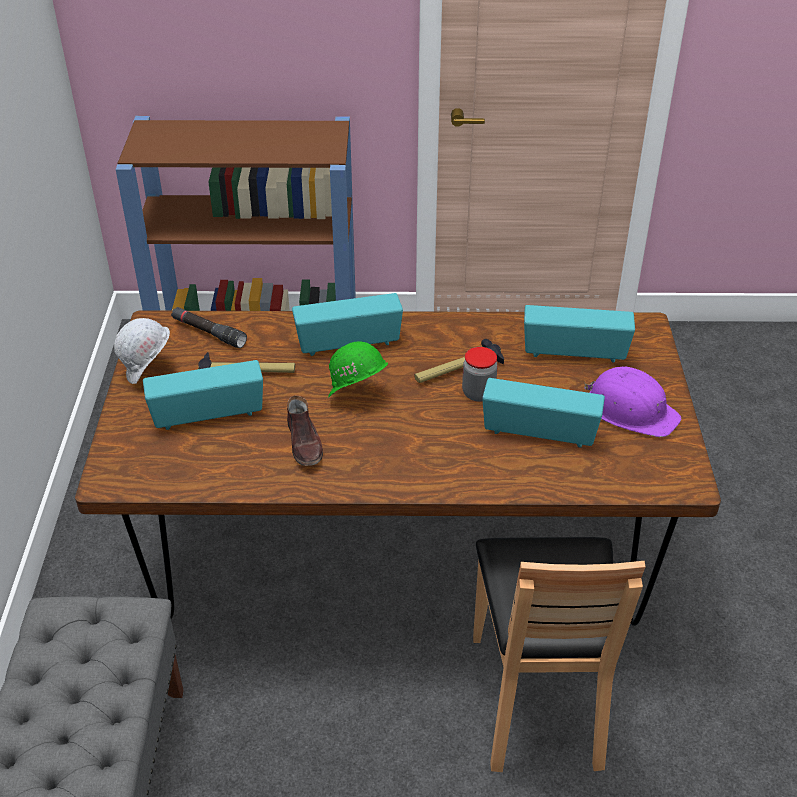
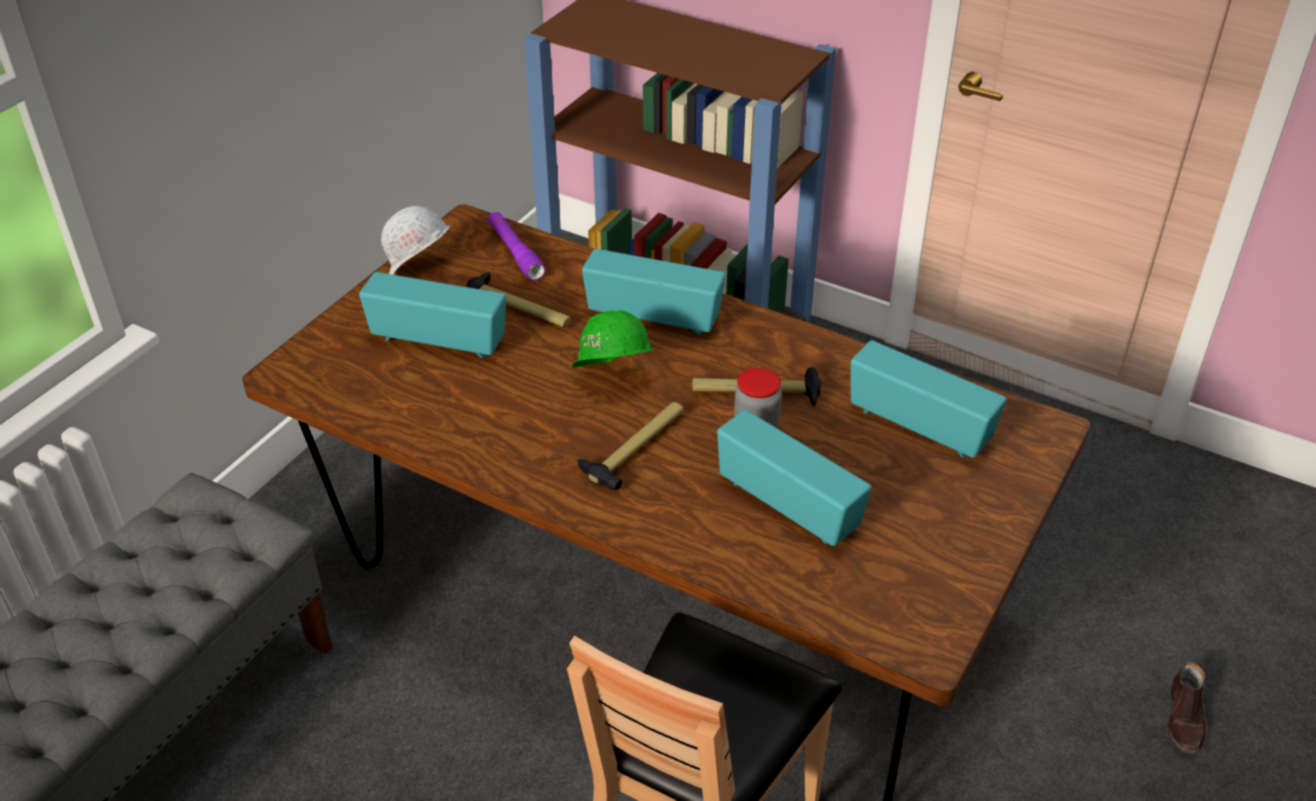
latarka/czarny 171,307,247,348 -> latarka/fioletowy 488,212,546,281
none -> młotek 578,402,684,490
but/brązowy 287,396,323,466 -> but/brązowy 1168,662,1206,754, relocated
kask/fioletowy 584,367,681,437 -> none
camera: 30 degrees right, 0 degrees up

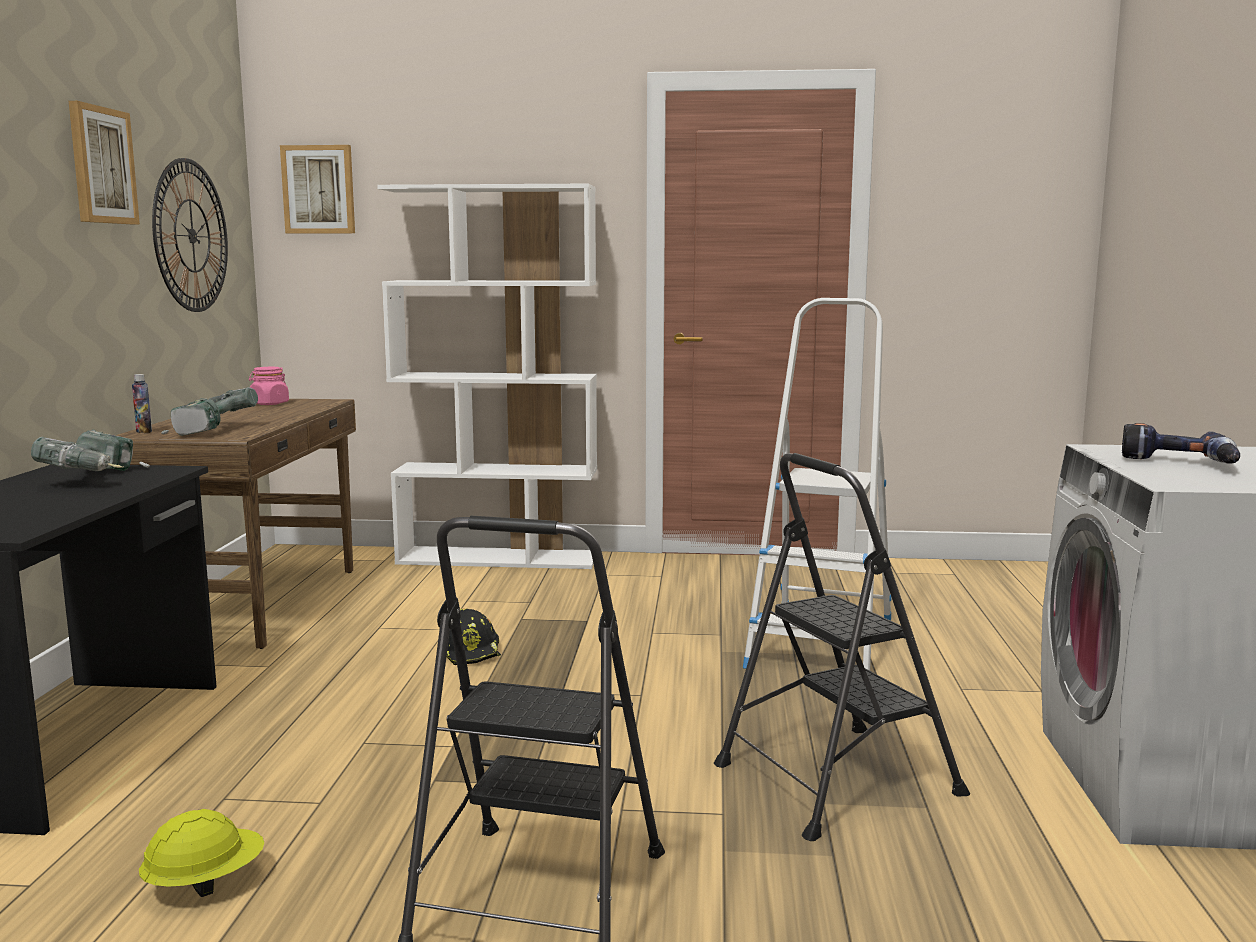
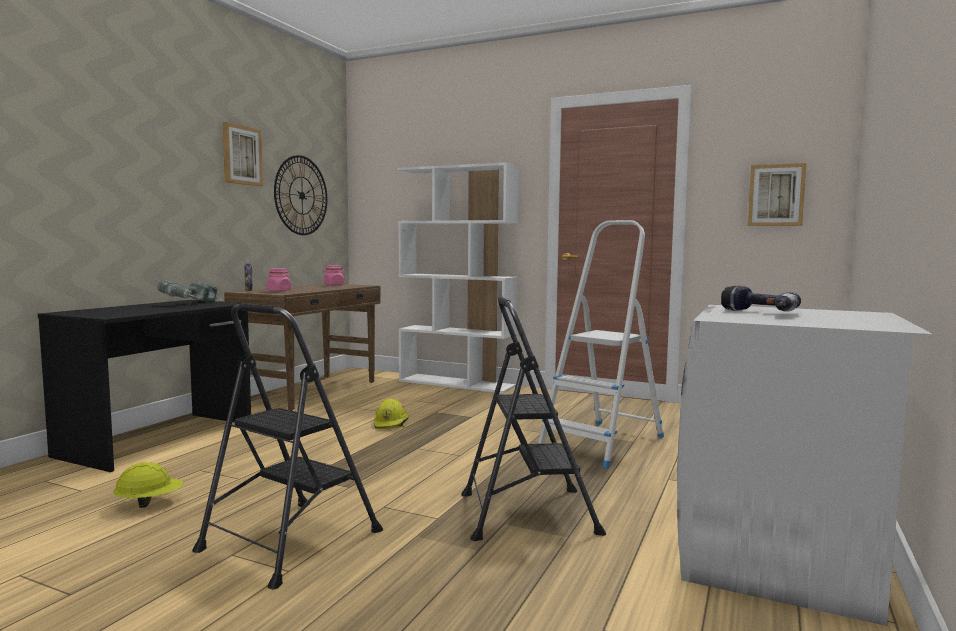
wiertarka 161,387,258,436 -> słoik/różowy 266,268,291,292
kask/czarny 446,608,501,665 -> kask/żółty 374,398,408,429
obraz 280,145,355,233 -> obraz 748,163,806,226, relocated
camera: 20 degrees right, 5 degrees down

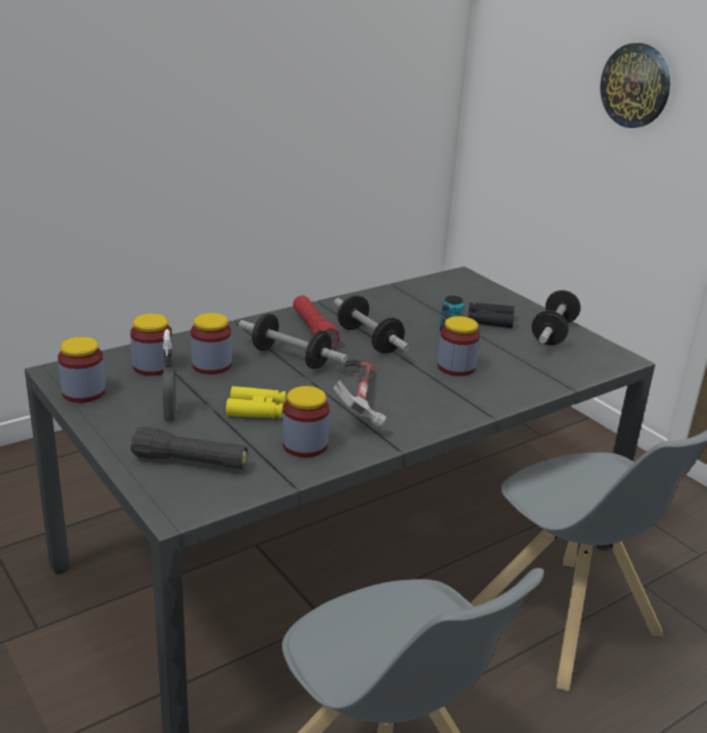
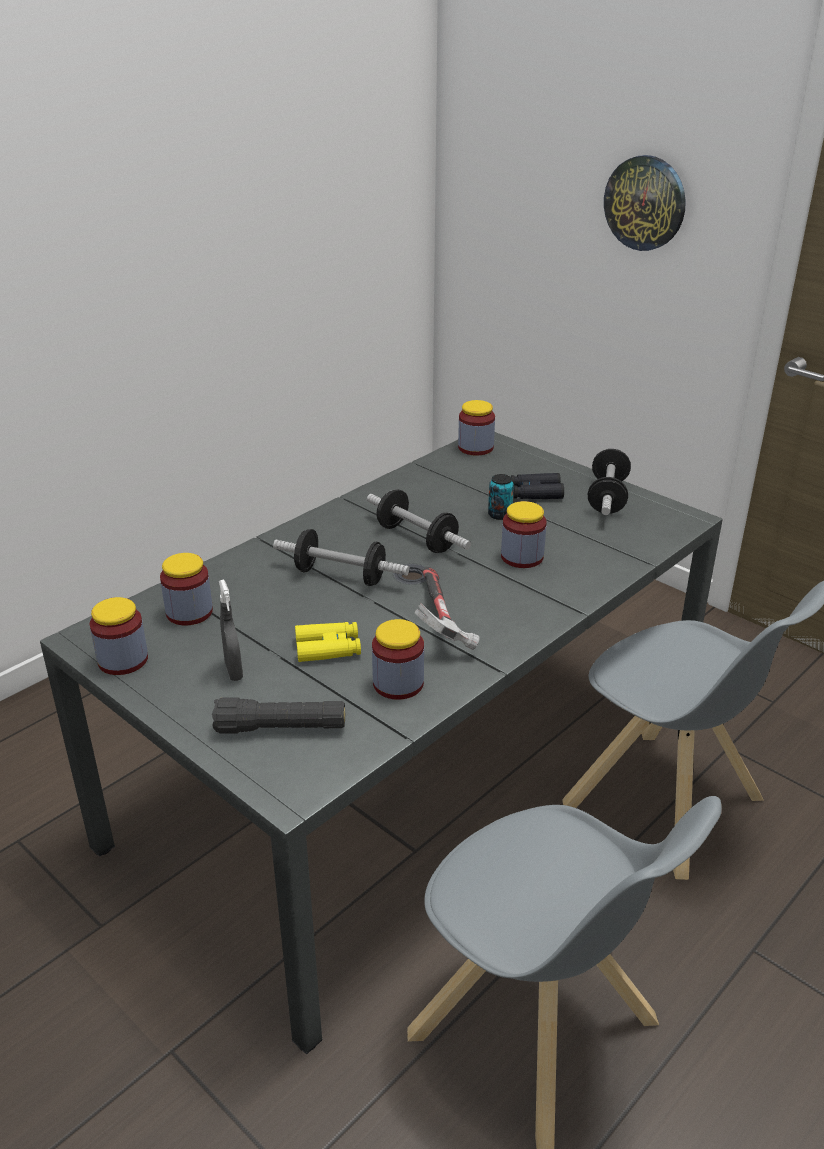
słoik 191,313,232,374 -> słoik 458,400,495,456, relocated
latarka/czerwony 293,295,340,348 -> none
camera: 10 degrees left, 5 degrees up

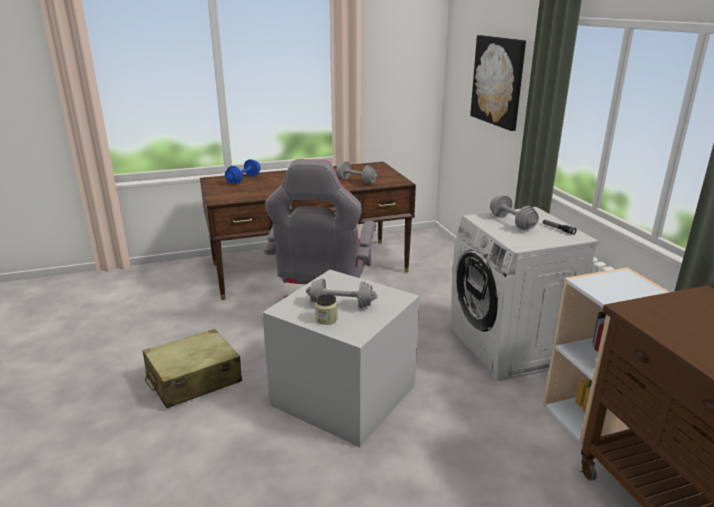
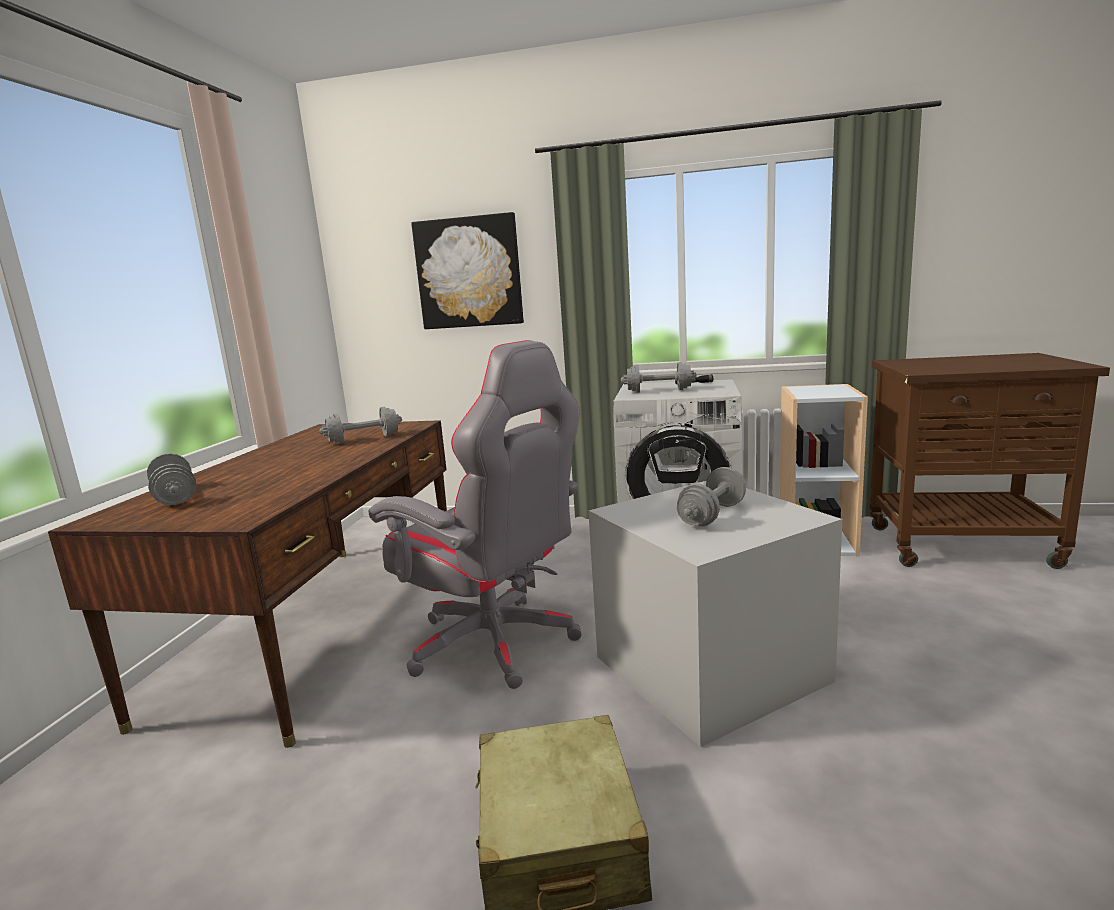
hantel/niebieski 225,159,261,184 -> hantel/szary 147,453,196,505
słoik 315,294,338,325 -> none
camera: 60 degrees left, 10 degrees down

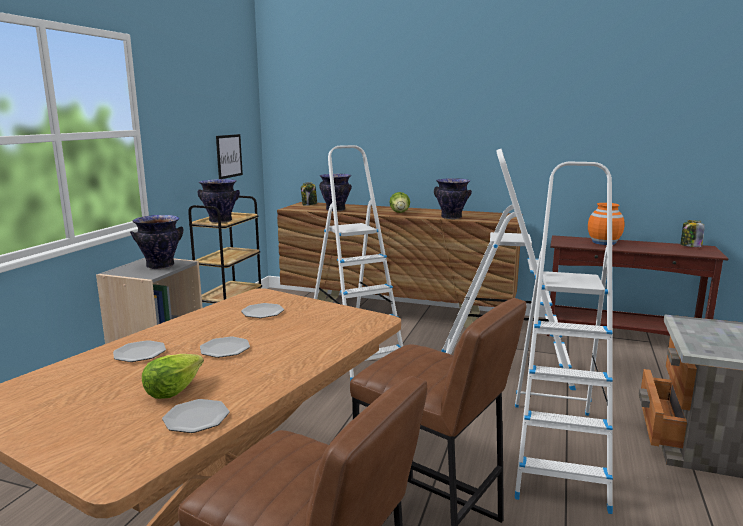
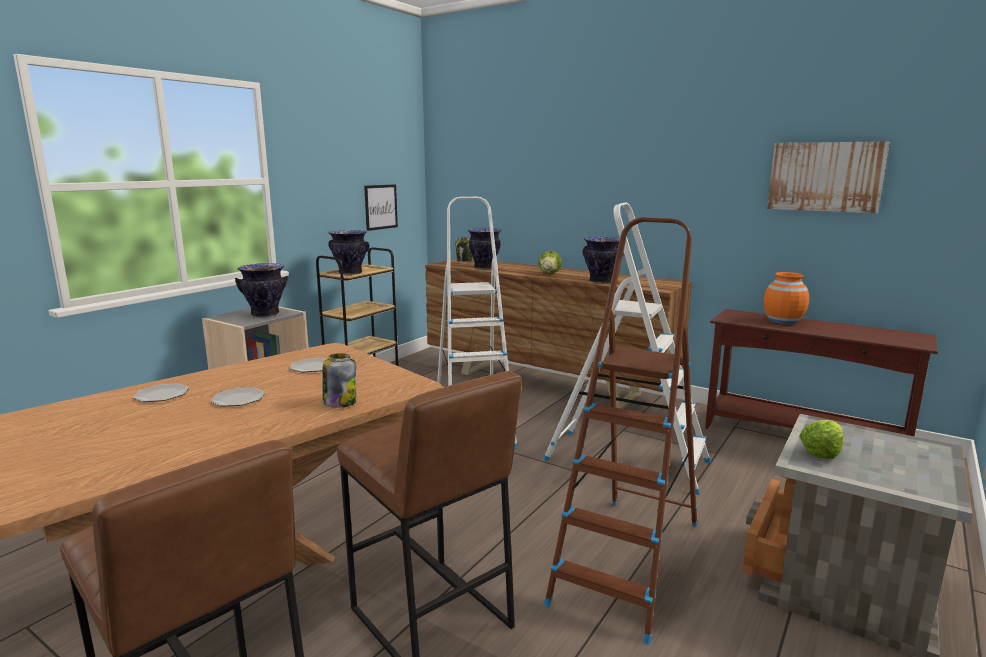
słoik 680,220,705,247 -> słoik 322,353,356,408, relocated
drabinka/biały 515,162,613,514 -> drabinka/brązowy 544,217,697,644
none -> obraz 767,141,889,213
sałata 142,354,204,399 -> sałata 799,420,844,459, relocated
talerz 162,399,229,433 -> none
camera: 15 degrees right, 0 degrees up

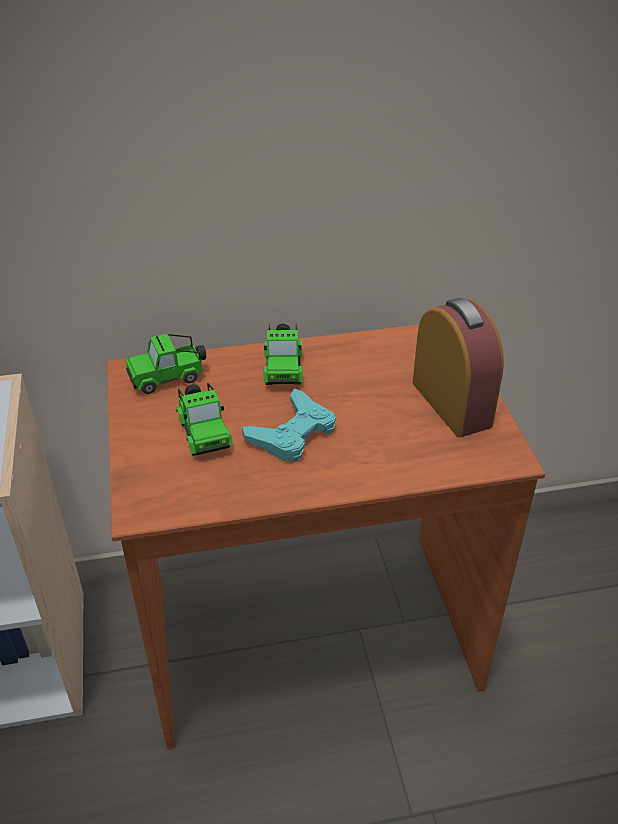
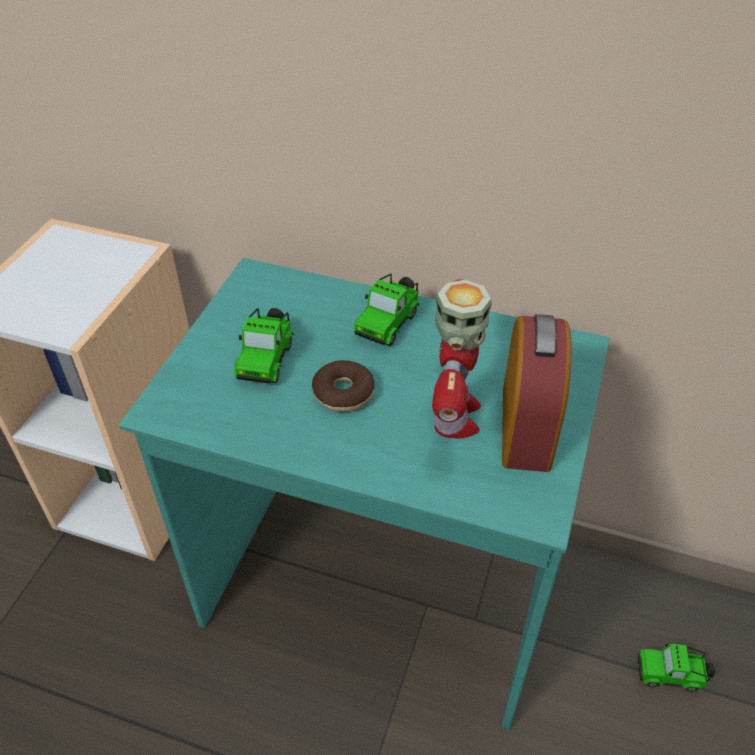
biurko/brązowy 107,325,545,749 -> biurko/turkusowy 118,258,610,730
pad do gier/turkusowy 242,388,336,462 -> donut 312,360,375,412
none -> robot zabawkowy 432,279,492,439
samochodzik 126,334,206,394 -> samochodzik 638,643,715,692, relocated
camera: 30 degrees right, 5 degrees up

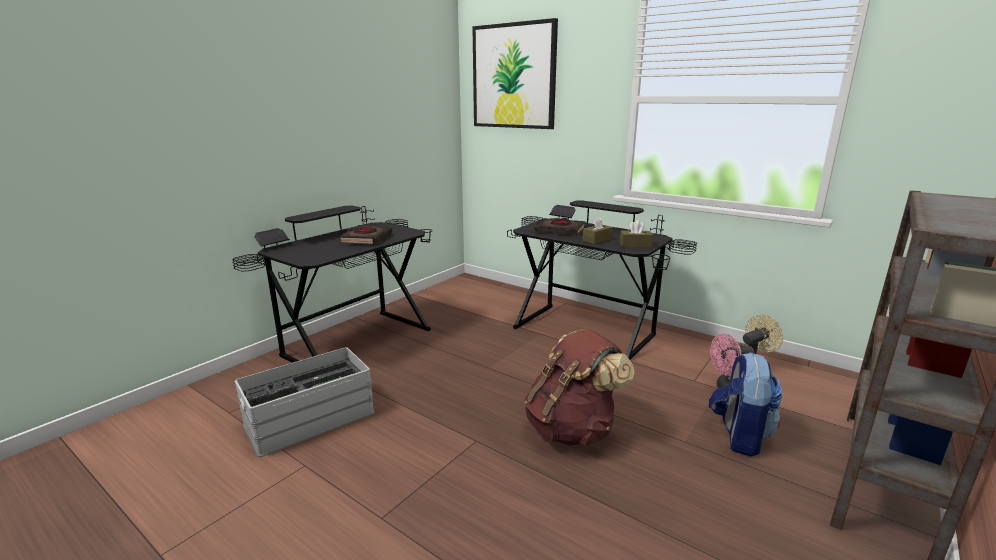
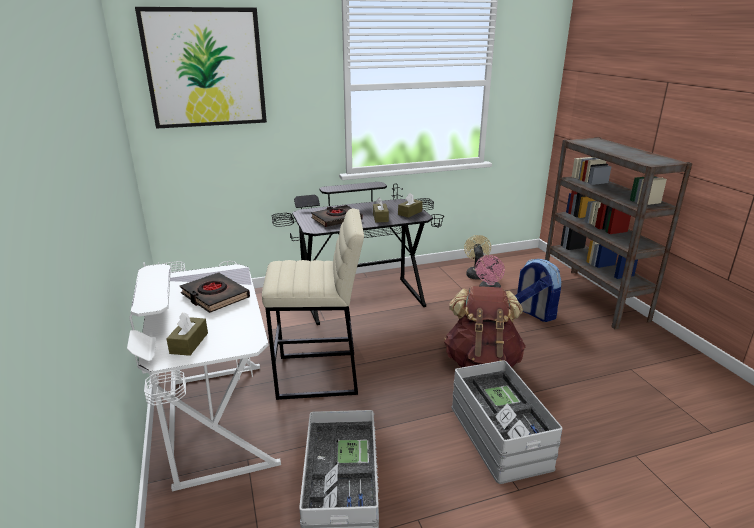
biurko/czarny 232,206,432,363 -> biurko/biały 127,261,281,491
none -> pudełko chusteczek/brązowy 166,312,208,356
none -> stołek/beżowy 262,208,364,400
none -> pojemnik do przechowywania/szary 451,360,563,484
camera: 55 degrees left, 5 degrees up

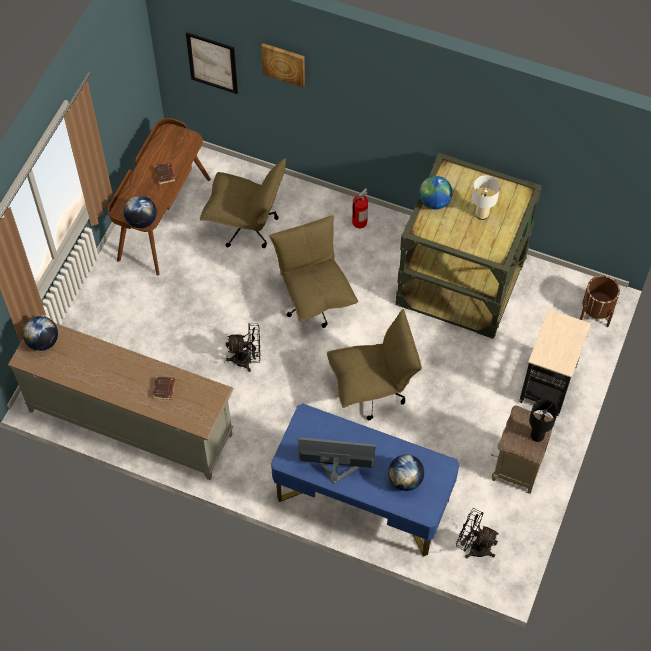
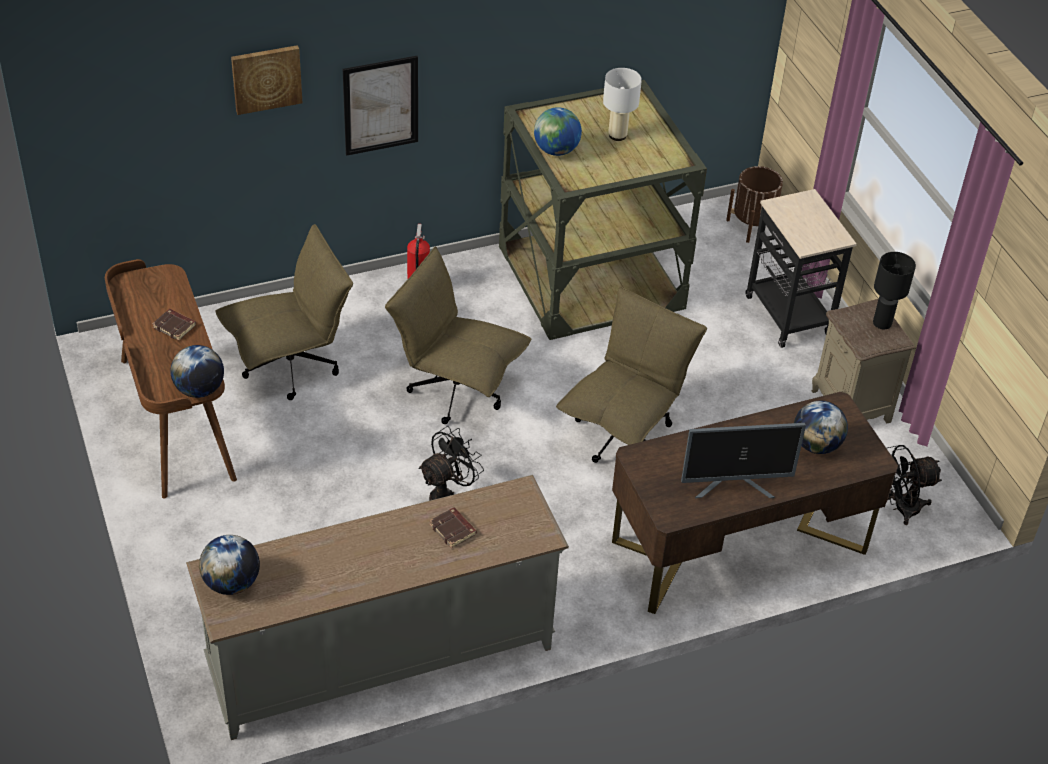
obraz 186,32,238,94 -> obraz 343,56,418,156, relocated
biurko/niebieski 271,404,459,557 -> biurko/brązowy 612,392,898,614
monitor 298,437,376,484 -> monitor 681,423,806,499, 150 degrees counterclockwise
camera: 45 degrees left, 15 degrees down

